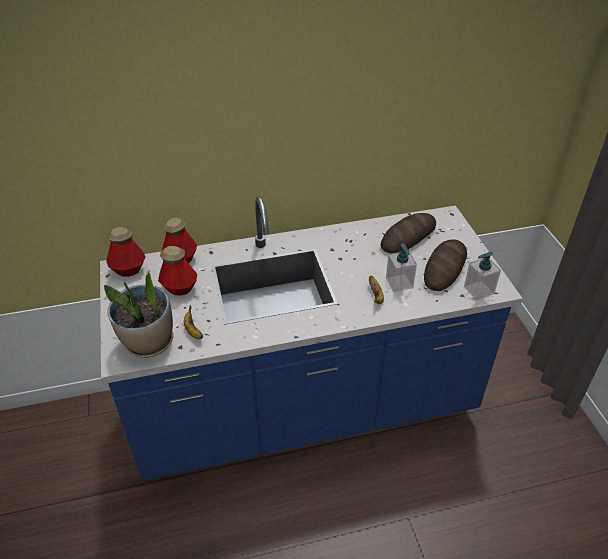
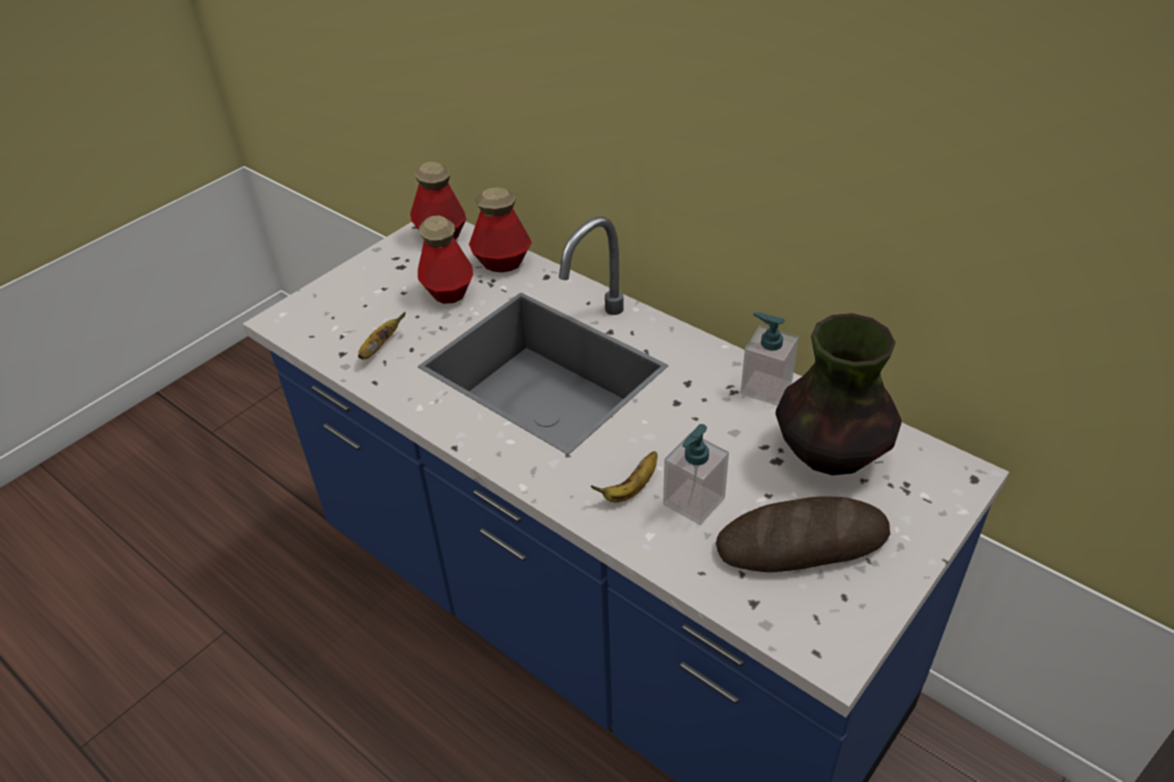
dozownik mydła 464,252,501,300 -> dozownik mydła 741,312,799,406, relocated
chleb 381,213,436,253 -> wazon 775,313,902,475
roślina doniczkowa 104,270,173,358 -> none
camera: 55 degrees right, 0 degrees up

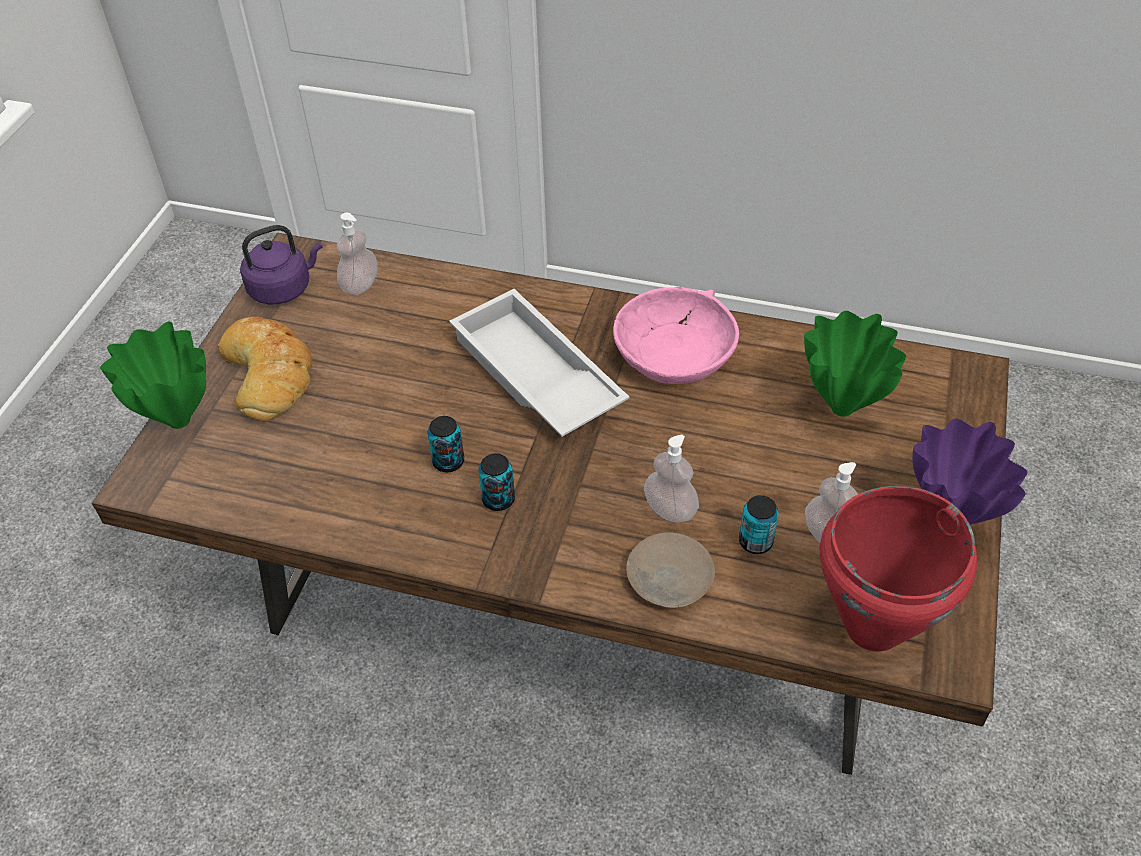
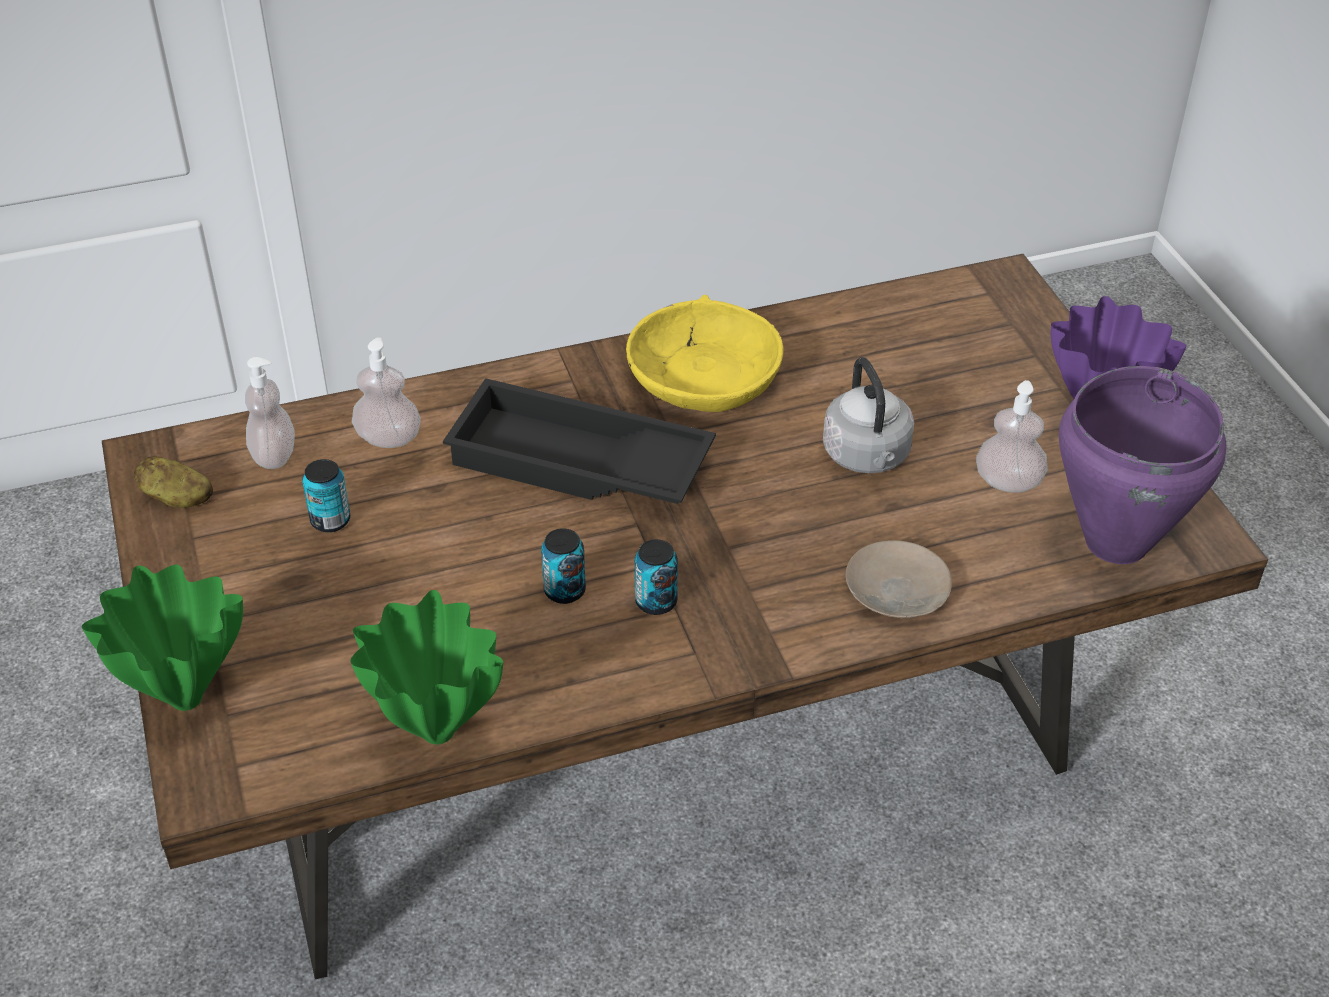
czajnik/fioletowy 240,225,322,305 -> ziemniak 134,456,213,508
puszka 739,495,779,554 -> puszka 302,459,350,532, relocated
wazon/zielony 804,311,906,417 -> wazon/zielony 351,590,503,744, relocated
dozownik mydła 644,435,699,522 -> dozownik mydła 352,337,421,448, relocated
taca/biały 449,289,629,437 -> taca/czarny 443,378,716,504
miska/różowy 613,287,739,384 -> miska/żółty 626,295,784,412
none -> czajnik/szary 823,357,914,473
garnek/czerwony 820,486,977,652 -> garnek/fioletowy 1059,366,1226,564
chleb 218,317,312,422 -> none
camera: 35 degrees left, 5 degrees down

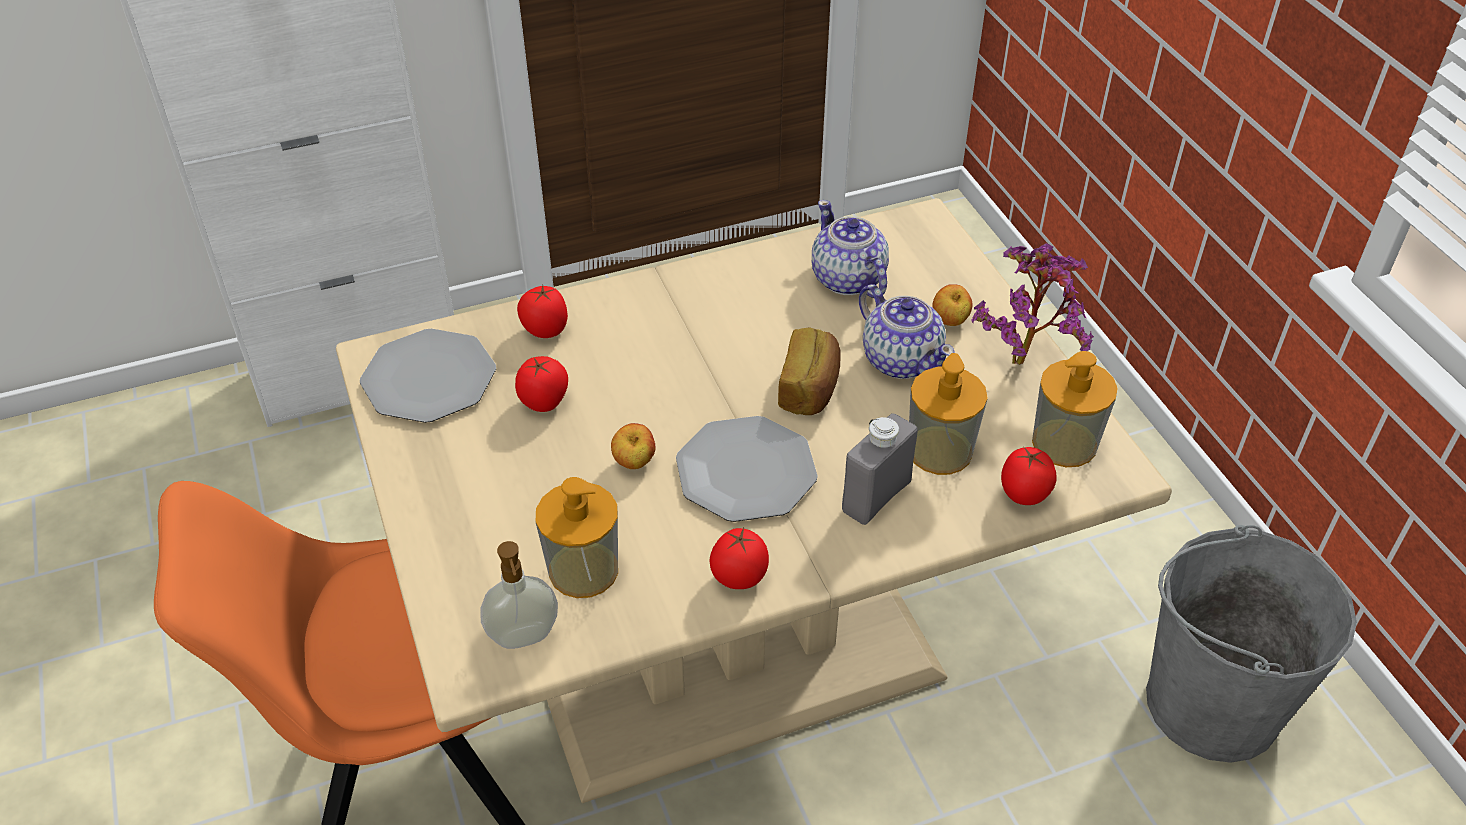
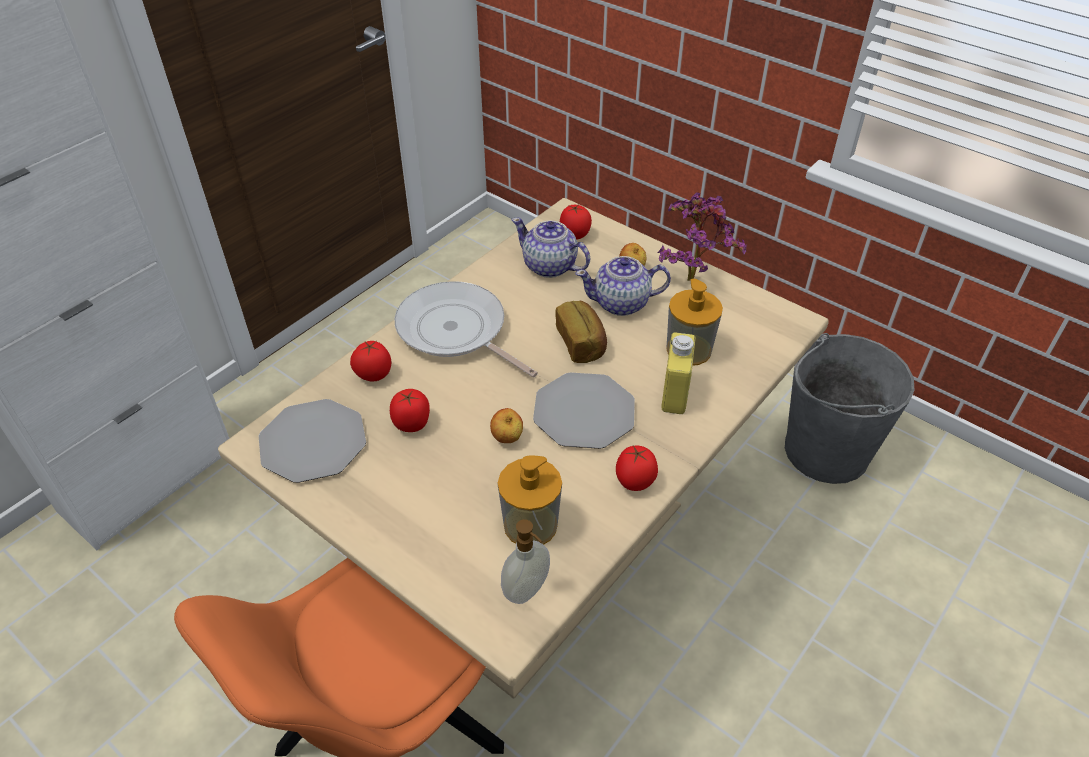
none -> patelnia 394,281,538,377
pomidor 1001,446,1057,505 -> pomidor 560,205,592,240, relocated
imbryk 859,284,955,379 -> imbryk 575,256,671,316, 150 degrees clockwise
butelka/szary 842,413,918,525 -> butelka/żółty 661,332,696,414
dozownik mydła 1032,351,1118,467 -> none
camera: 30 degrees left, 0 degrees up

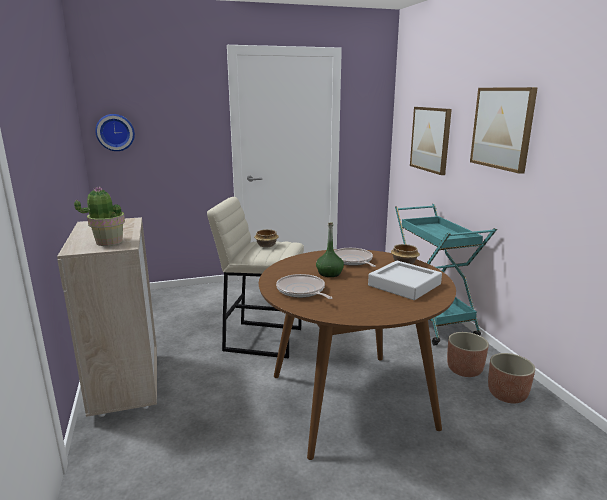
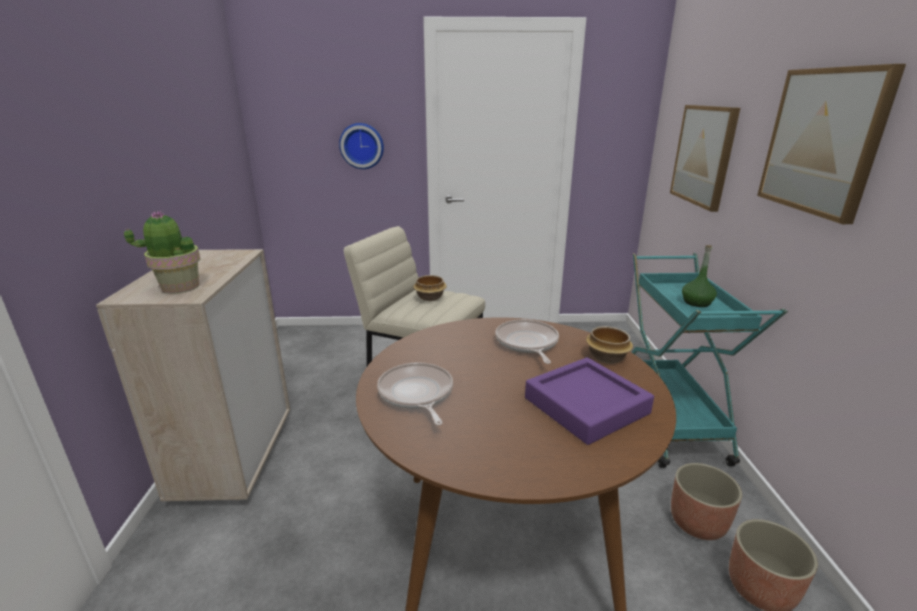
zegar ścienny 95,114,135,151 -> zegar ścienny 339,123,384,169, relocated
taca/szary 368,261,442,300 -> taca/fioletowy 525,357,654,445
butelka/zielony 316,222,344,277 -> butelka/zielony 682,245,717,307, relocated
camera: 15 degrees right, 5 degrees up

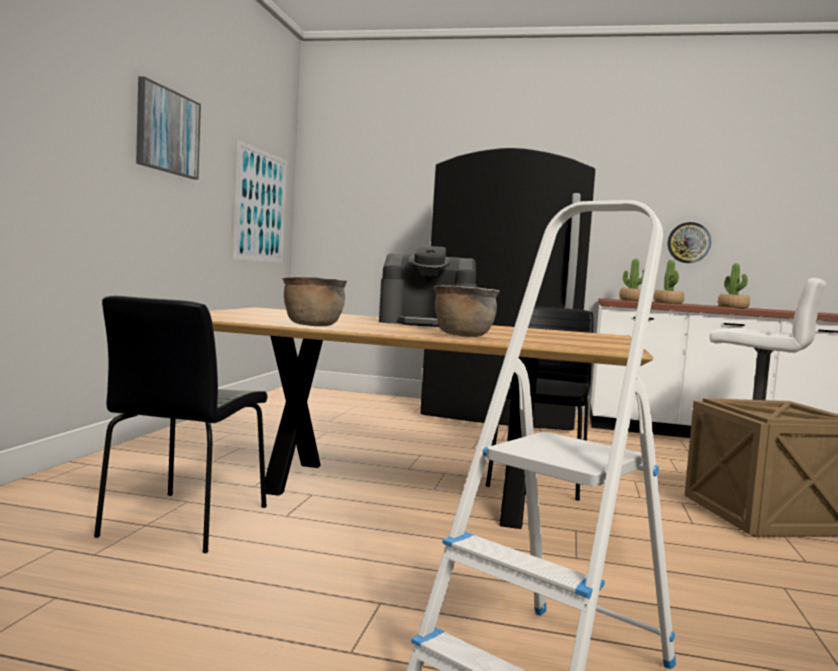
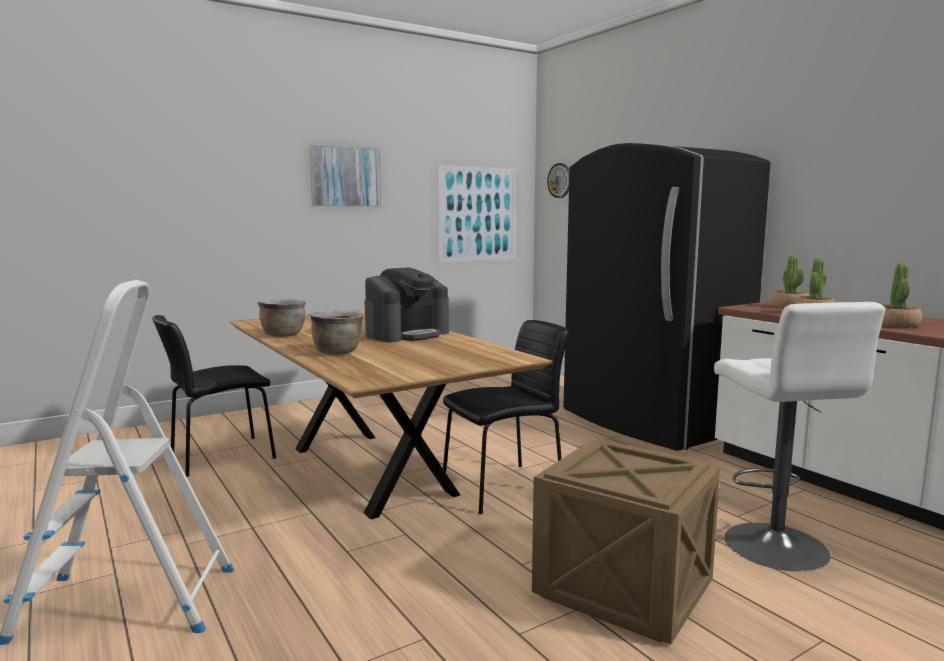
ekspres do kawy 379,246,476,327 -> ekspres do kawy 364,267,449,342, 90 degrees counterclockwise
zegar ścienny 667,222,711,263 -> zegar ścienny 547,163,569,198, relocated
camera: 45 degrees right, 5 degrees up

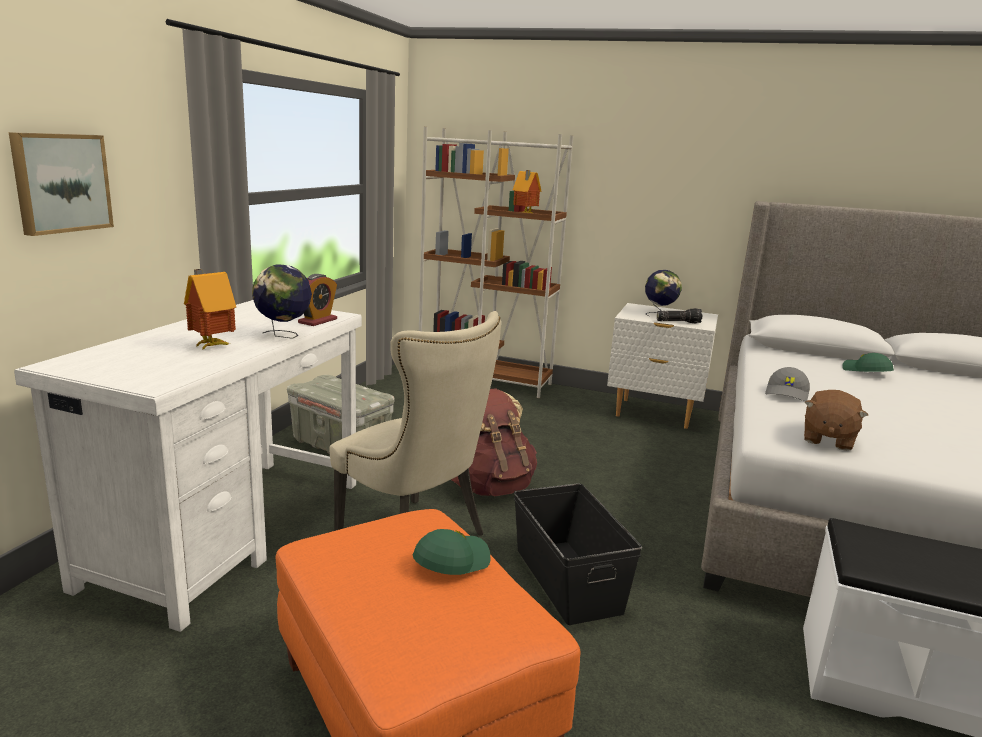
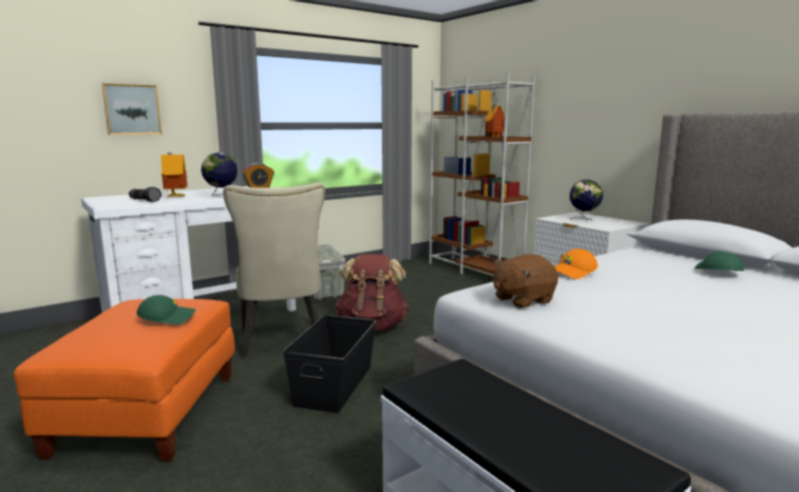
latarka 657,308,702,323 -> latarka 129,187,162,202, relocated
czapka z daszkiem/szary 765,367,810,402 -> czapka z daszkiem/pomarańczowy 554,249,598,279
camera: 35 degrees right, 5 degrees down

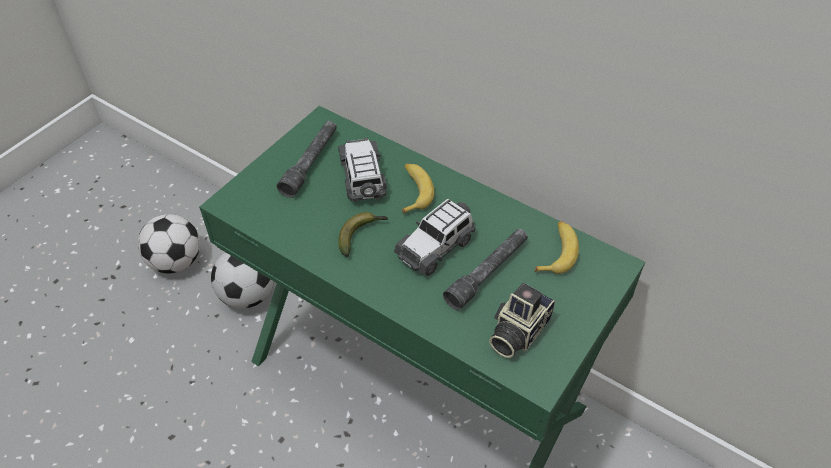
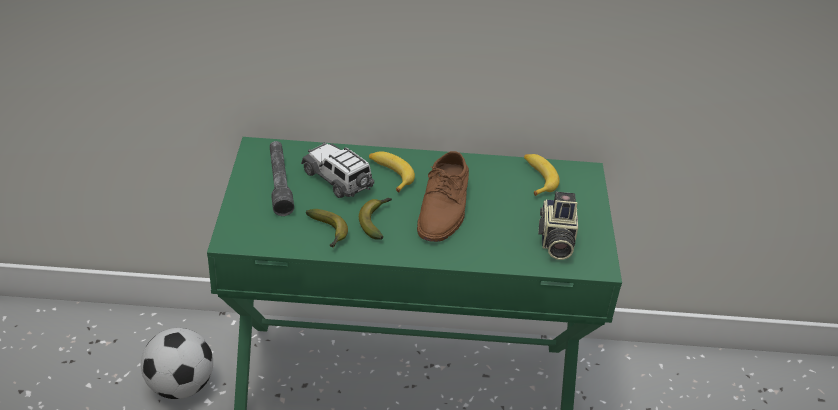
none -> banan 306,209,348,248
samochodzik 394,199,476,276 -> but/brązowy 417,151,469,242
piłka futbolowa 138,214,200,273 -> none
latarka/szary 443,229,528,310 -> none
camera: 35 degrees left, 10 degrees down

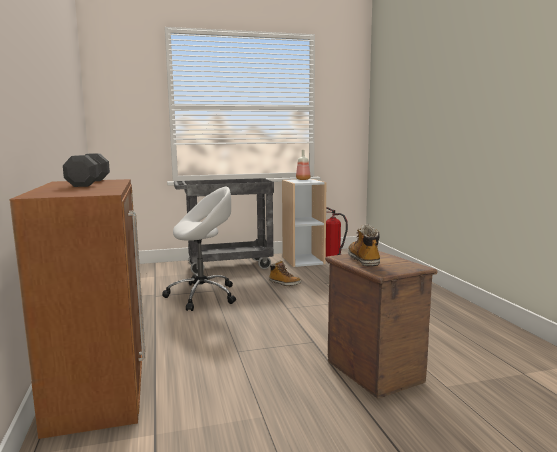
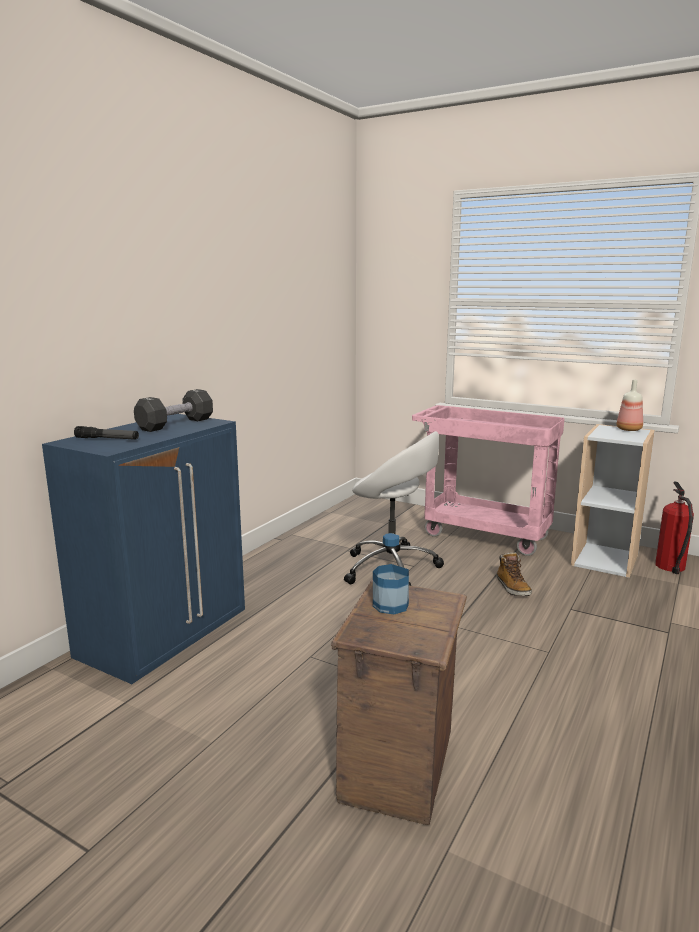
szafka/brązowy 9,179,145,439 -> szafka/niebieski 42,414,245,684
none -> latarka 74,426,139,440
but z cholewką 348,224,380,267 -> butelka 373,533,409,614
wózek/szary 174,178,274,274 -> wózek/różowy 412,405,564,556
camera: 45 degrees right, 5 degrees up

